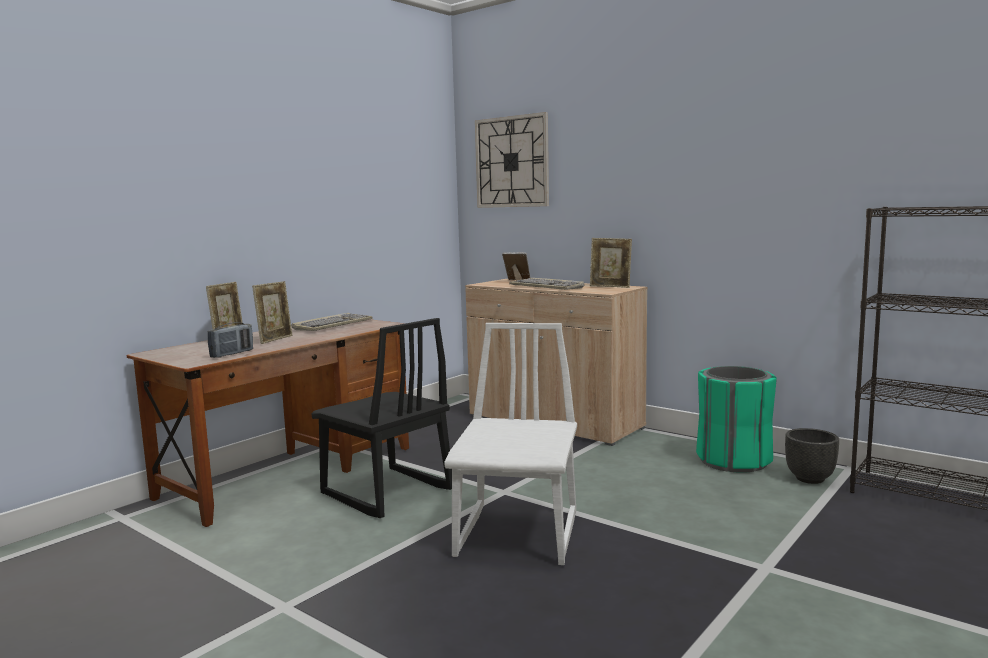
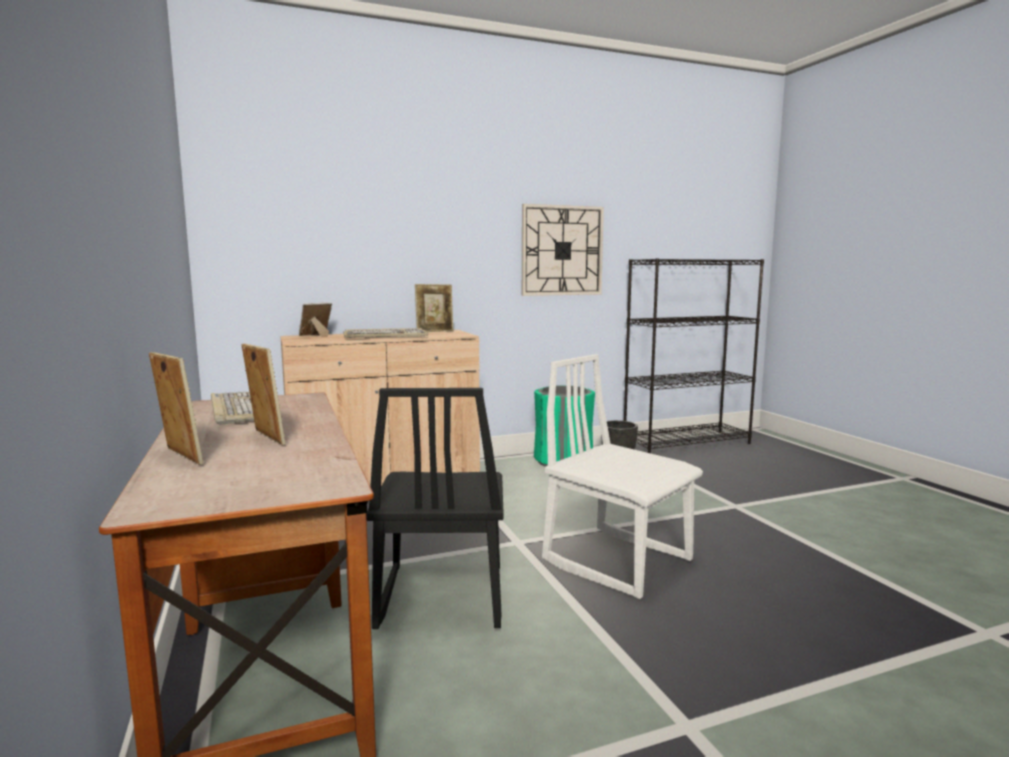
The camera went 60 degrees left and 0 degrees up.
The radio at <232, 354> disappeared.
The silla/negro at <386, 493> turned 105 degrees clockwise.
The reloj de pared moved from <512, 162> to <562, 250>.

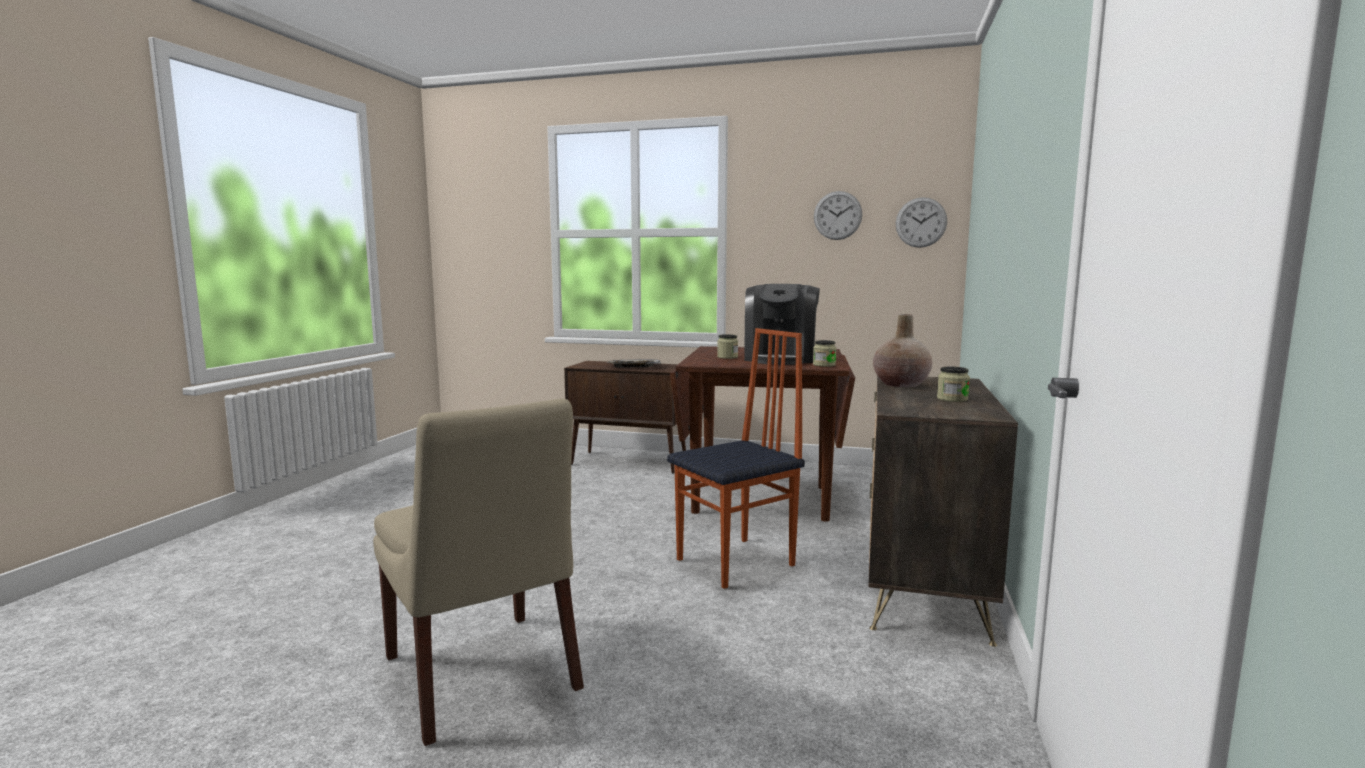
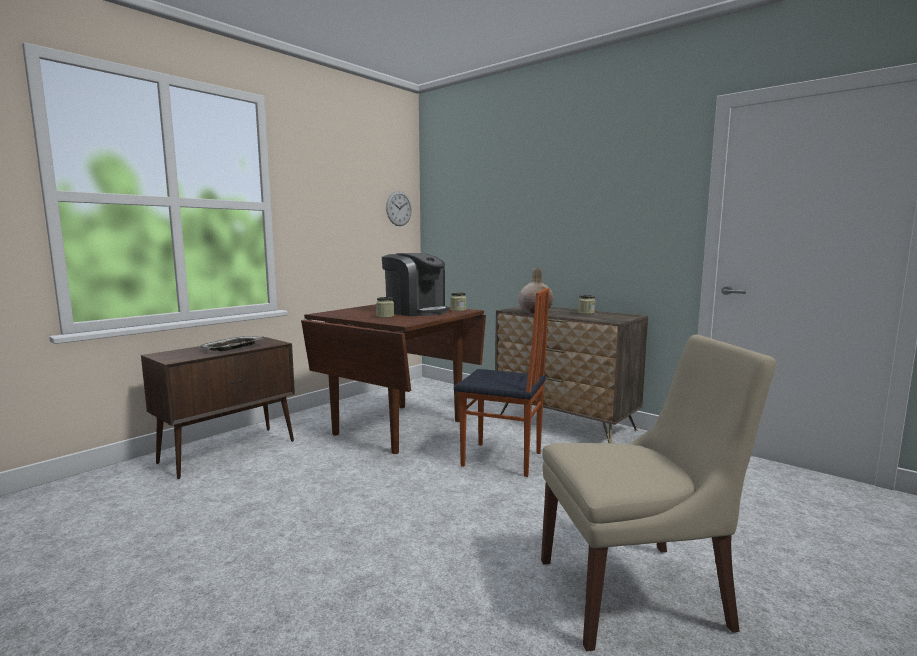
The camera went 65 degrees left and 0 degrees up.
The silla at <737, 563> turned 120 degrees clockwise.
The reloj de pared at <837, 215> disappeared.

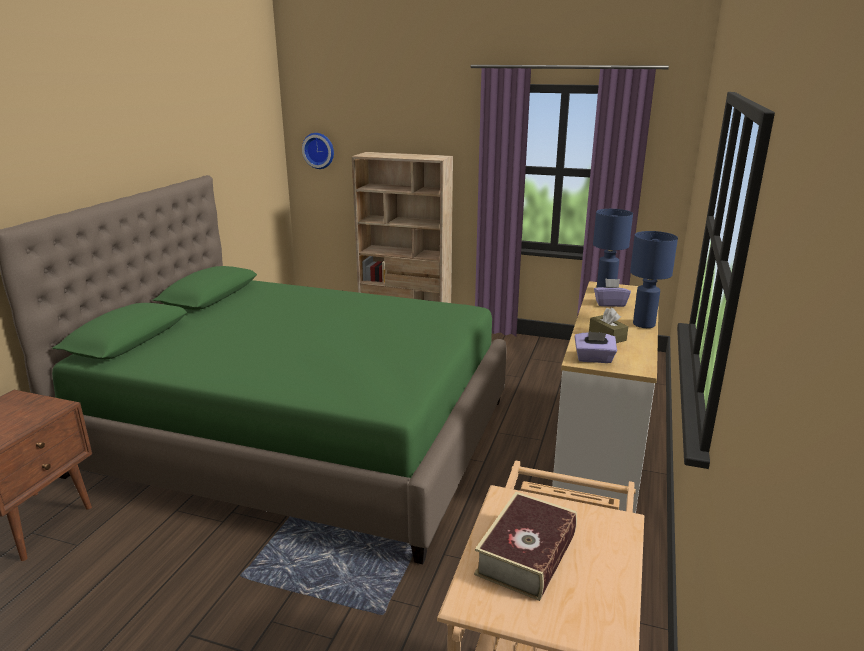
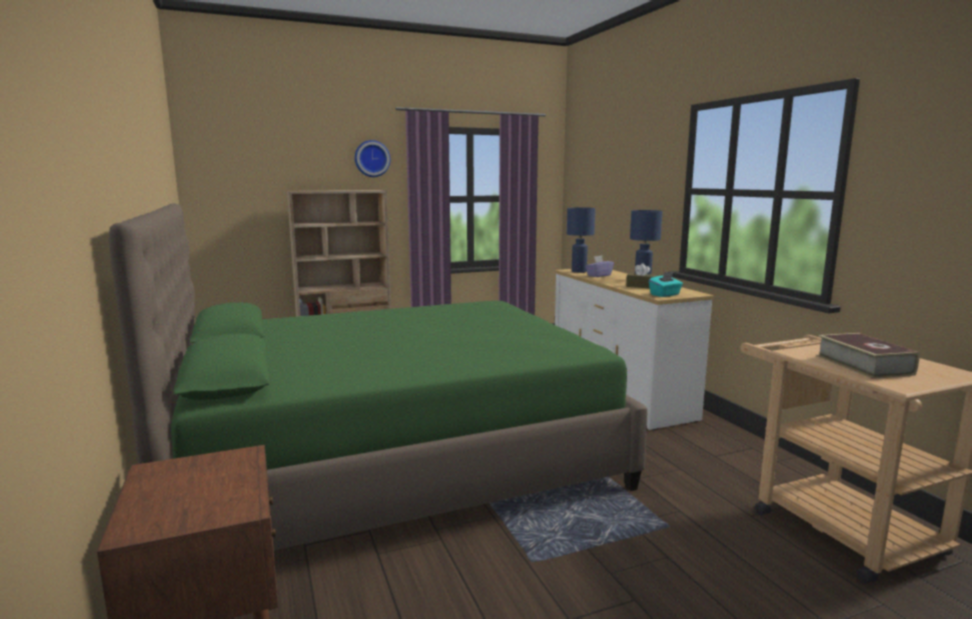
The camera went 40 degrees left and 10 degrees down.
The reloj de pared moved from <319, 150> to <372, 158>.
The caja de pañuelos/morado at <594, 359> became the caja de pañuelos/turquesa at <665, 295>.

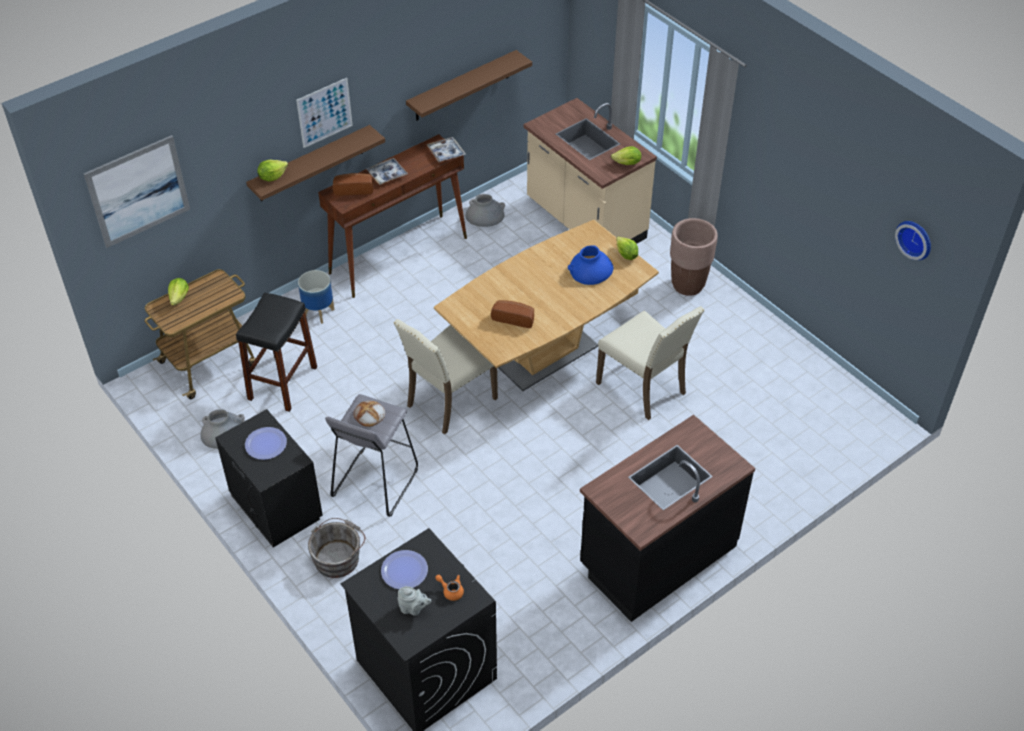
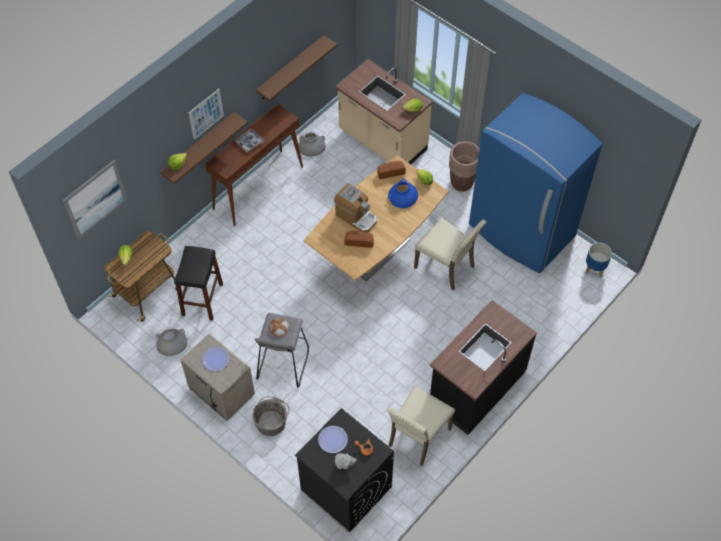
The camera went 10 degrees left and 10 degrees up.
The mesita de noche/negro at <274, 507> became the mesita de noche/beis at <221, 392>.
The maceta moved from <319, 312> to <595, 269>.
The pan moved from <353, 189> to <390, 172>.
The silla/beis moved from <449, 402> to <417, 437>.
The bandeja at <446, 153> disappeared.
The reloj de pared at <915, 238> disappeared.
The cafetera at <356, 217> appeared.
The nevera/azul at <521, 231> appeared.

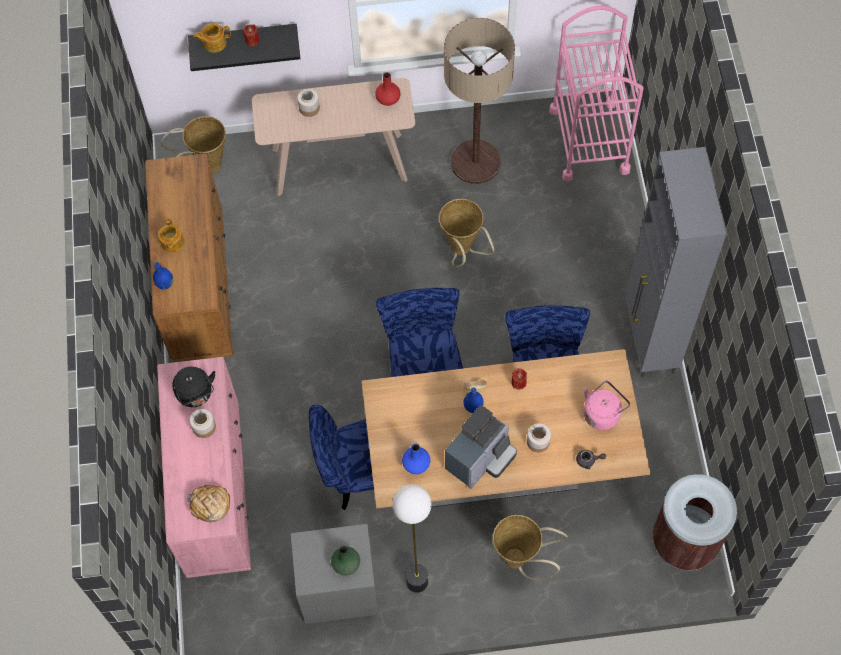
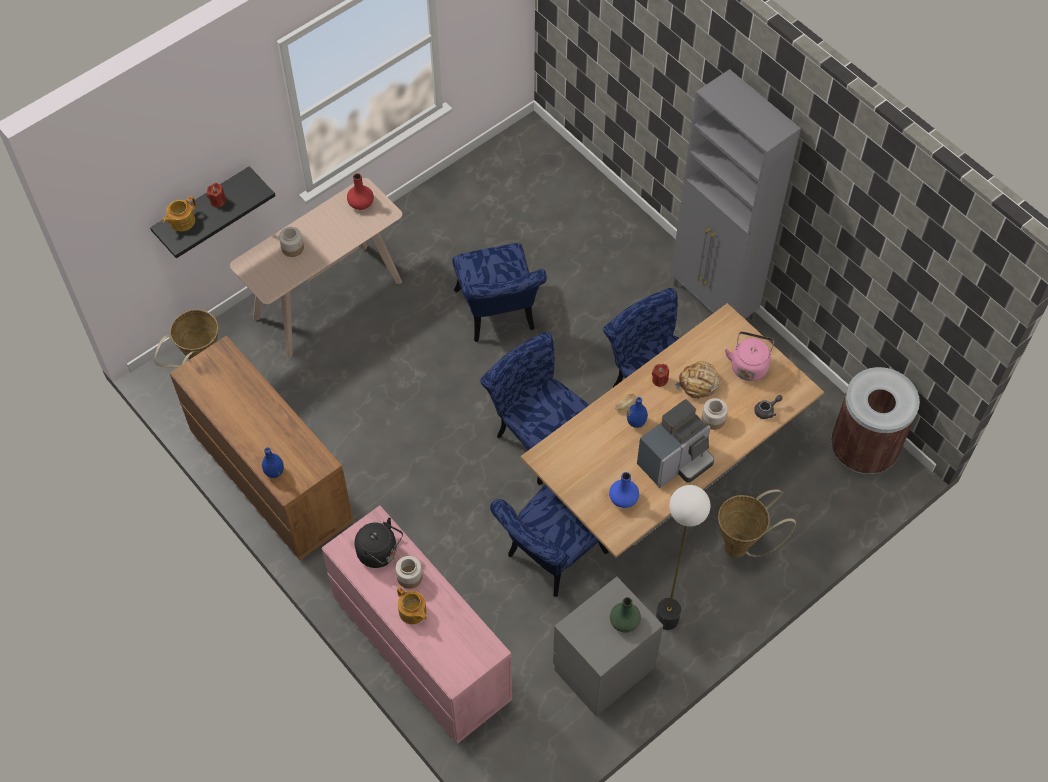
The camera went 35 degrees left and 5 degrees down.
The tetera moved from <172, 243> to <412, 612>.
The pan moved from <210, 505> to <698, 384>.
The cesta at <462, 252> was replaced by the silla/azul at <497, 316>.
The lámpara de pie at <475, 162> disappeared.
The cafetera at <480, 458> turned 45 degrees clockwise.
The carrito/rosa at <589, 140> disappeared.

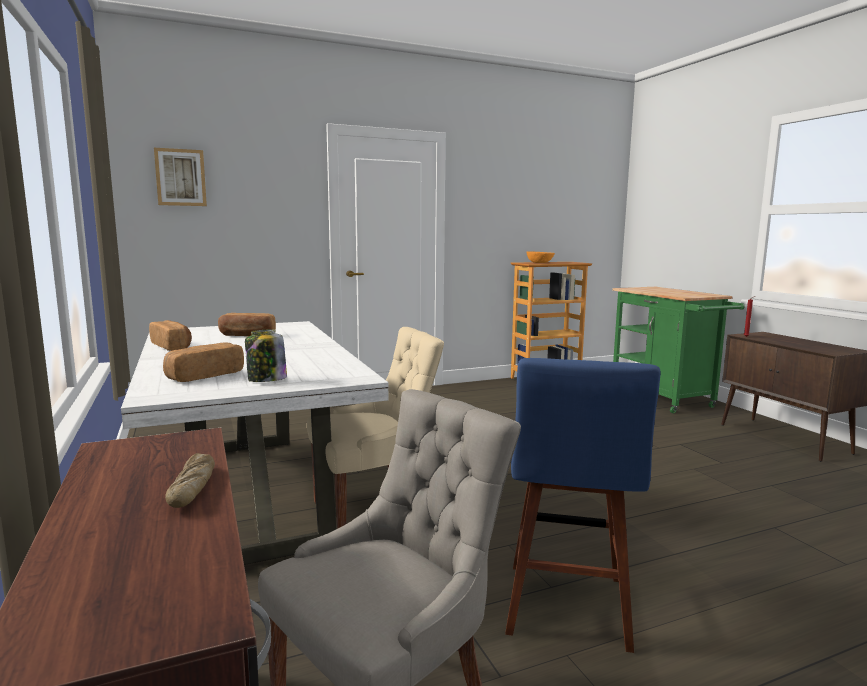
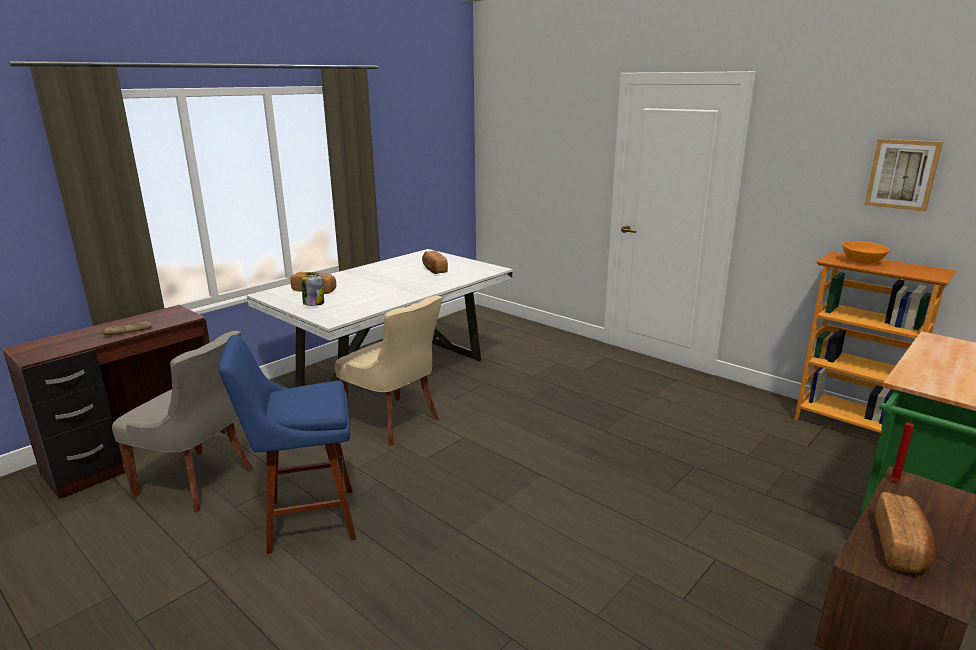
The camera went 65 degrees right and 10 degrees up.
The pan moved from <172, 346> to <901, 547>.
The cuadro moved from <180, 177> to <902, 174>.

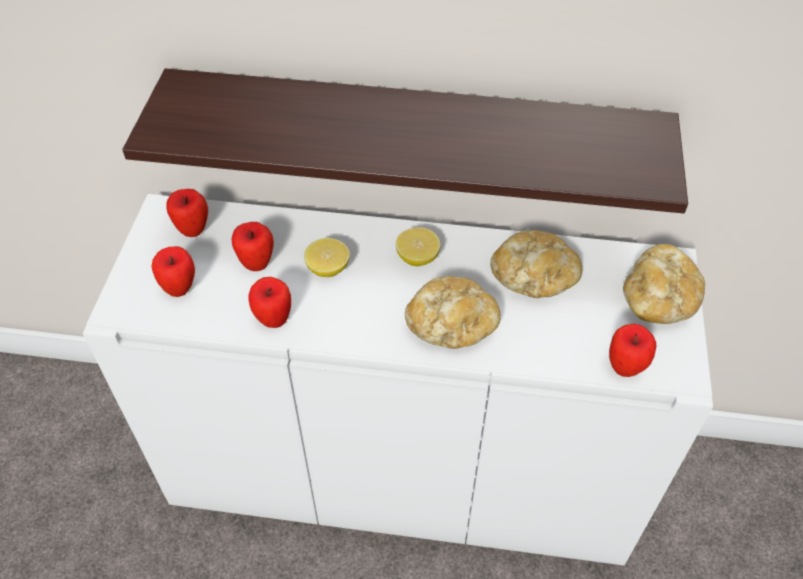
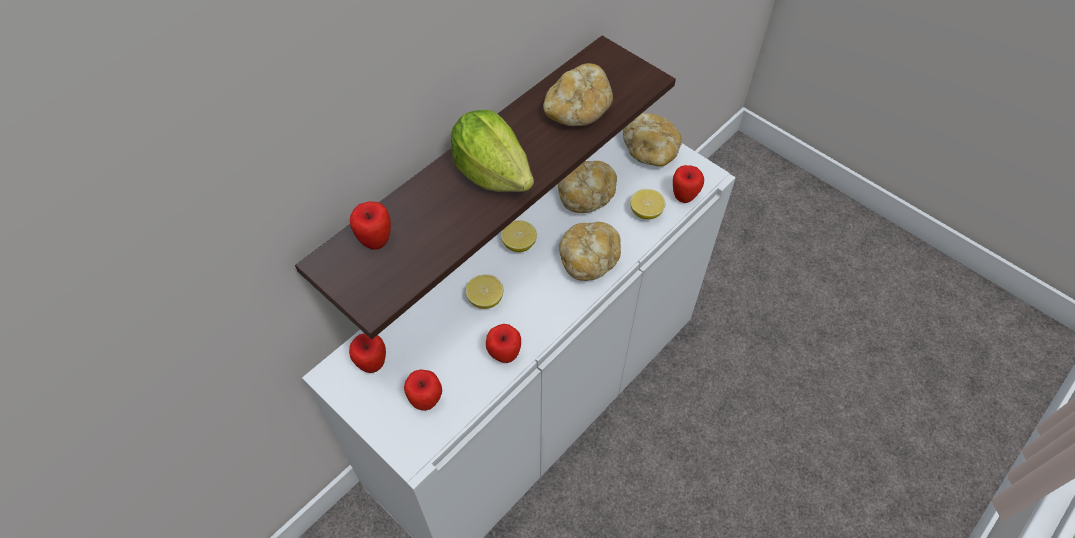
The camera went 55 degrees left and 5 degrees up.
The manzana moved from <257, 263> to <376, 241>.
The lechuga at <492, 172> appeared.
The pan at <578, 111> appeared.
The limón at <646, 212> appeared.

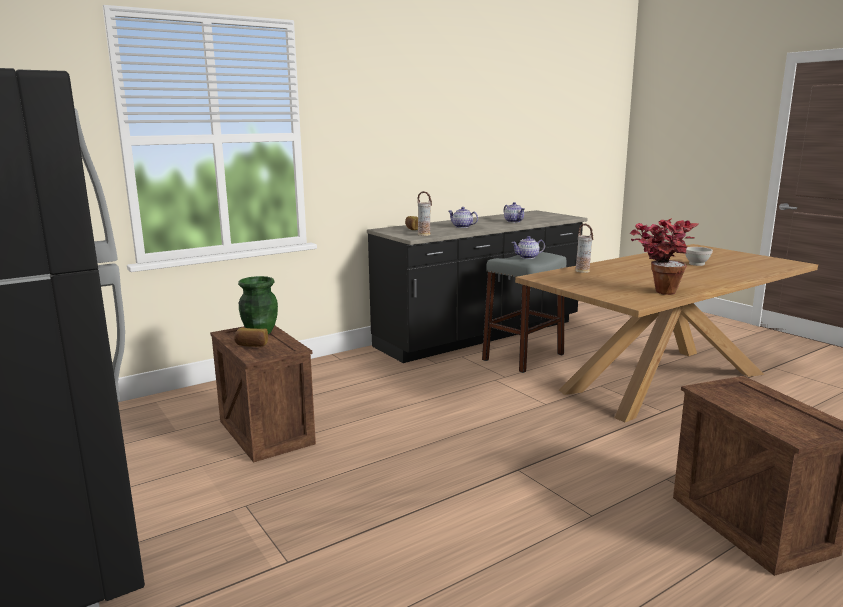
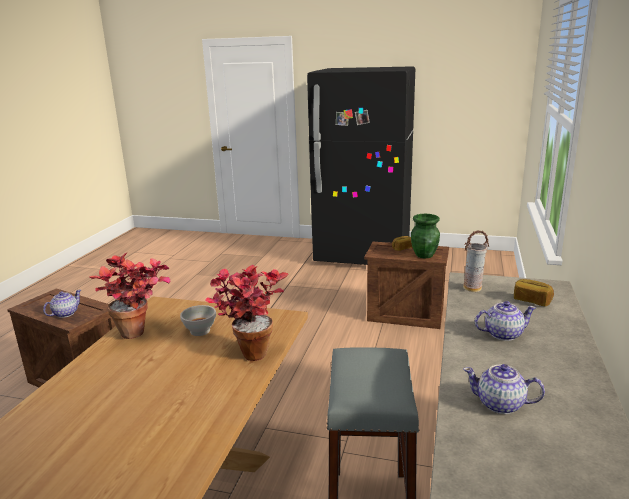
The camera went 140 degrees right and 5 degrees up.
The tetera moved from <528, 257> to <65, 313>.
The florero at <583, 271> was replaced by the planta en maceta at <249, 351>.
The cuenco/blanco moved from <697, 264> to <199, 331>.

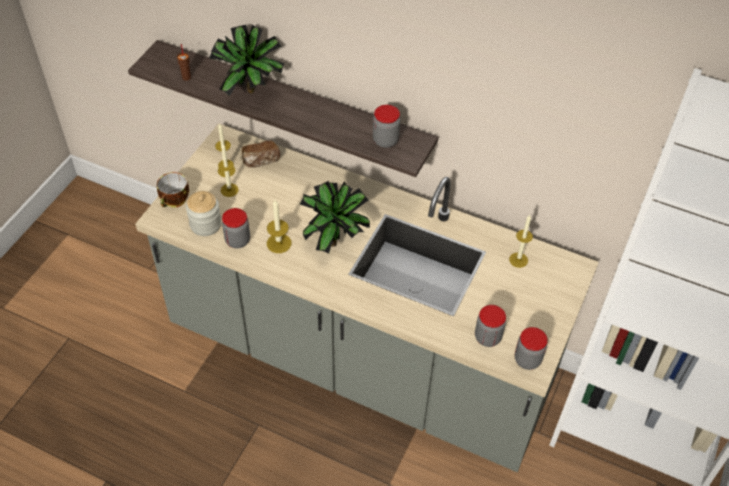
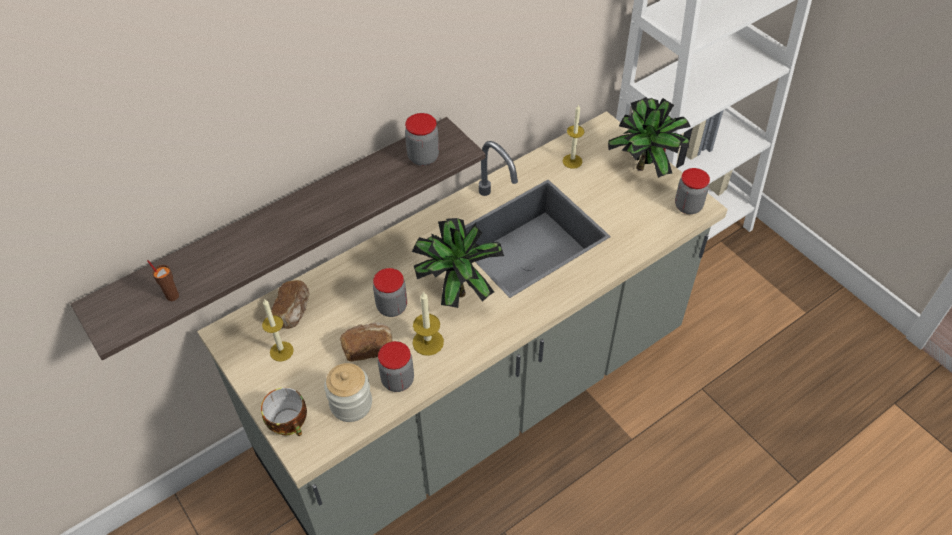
The camera went 60 degrees left and 0 degrees up.
The planta en maceta moved from <252, 94> to <646, 169>.
The vela at <229, 190> disappeared.
The tarro moved from <487, 337> to <392, 307>.
The pan at <368, 348> appeared.

